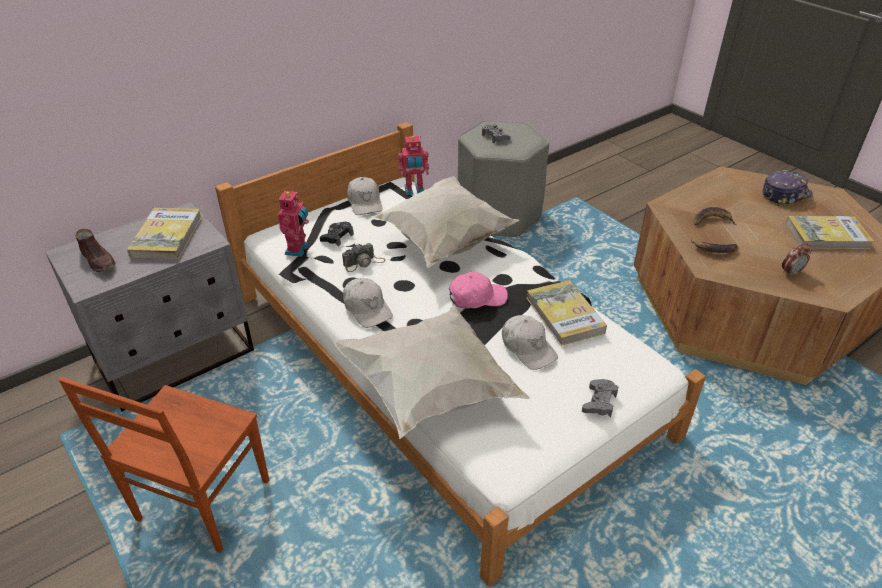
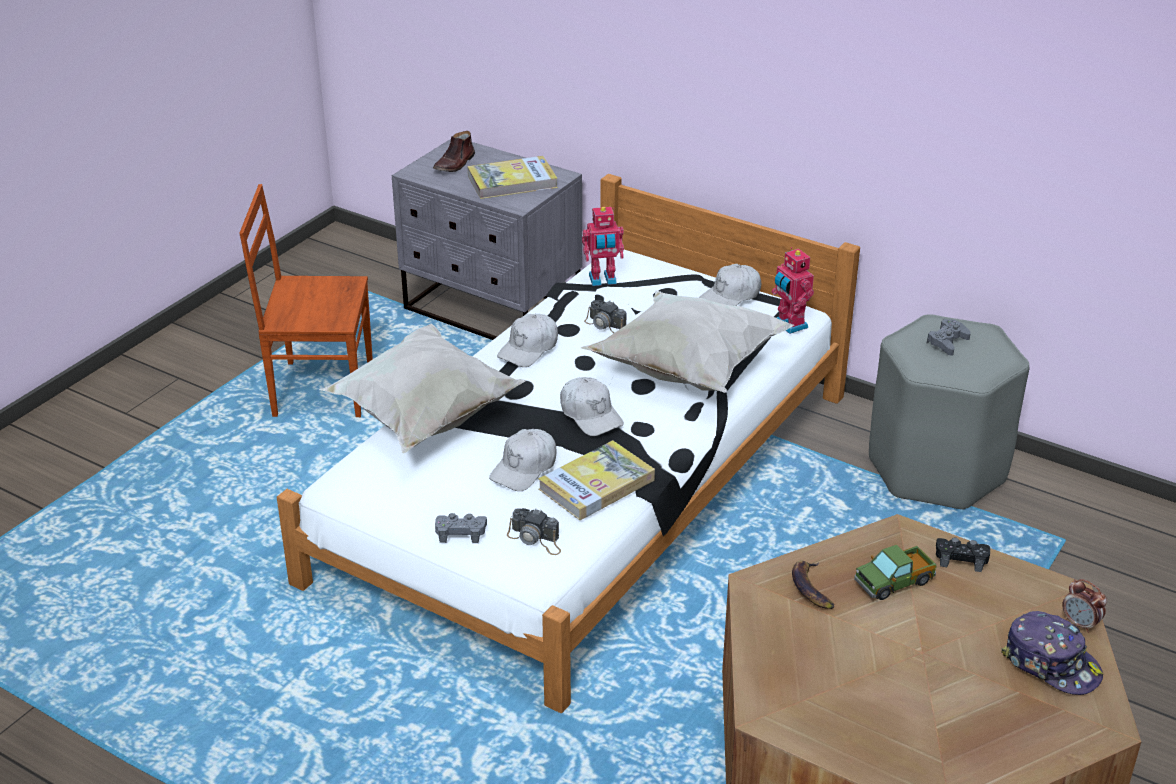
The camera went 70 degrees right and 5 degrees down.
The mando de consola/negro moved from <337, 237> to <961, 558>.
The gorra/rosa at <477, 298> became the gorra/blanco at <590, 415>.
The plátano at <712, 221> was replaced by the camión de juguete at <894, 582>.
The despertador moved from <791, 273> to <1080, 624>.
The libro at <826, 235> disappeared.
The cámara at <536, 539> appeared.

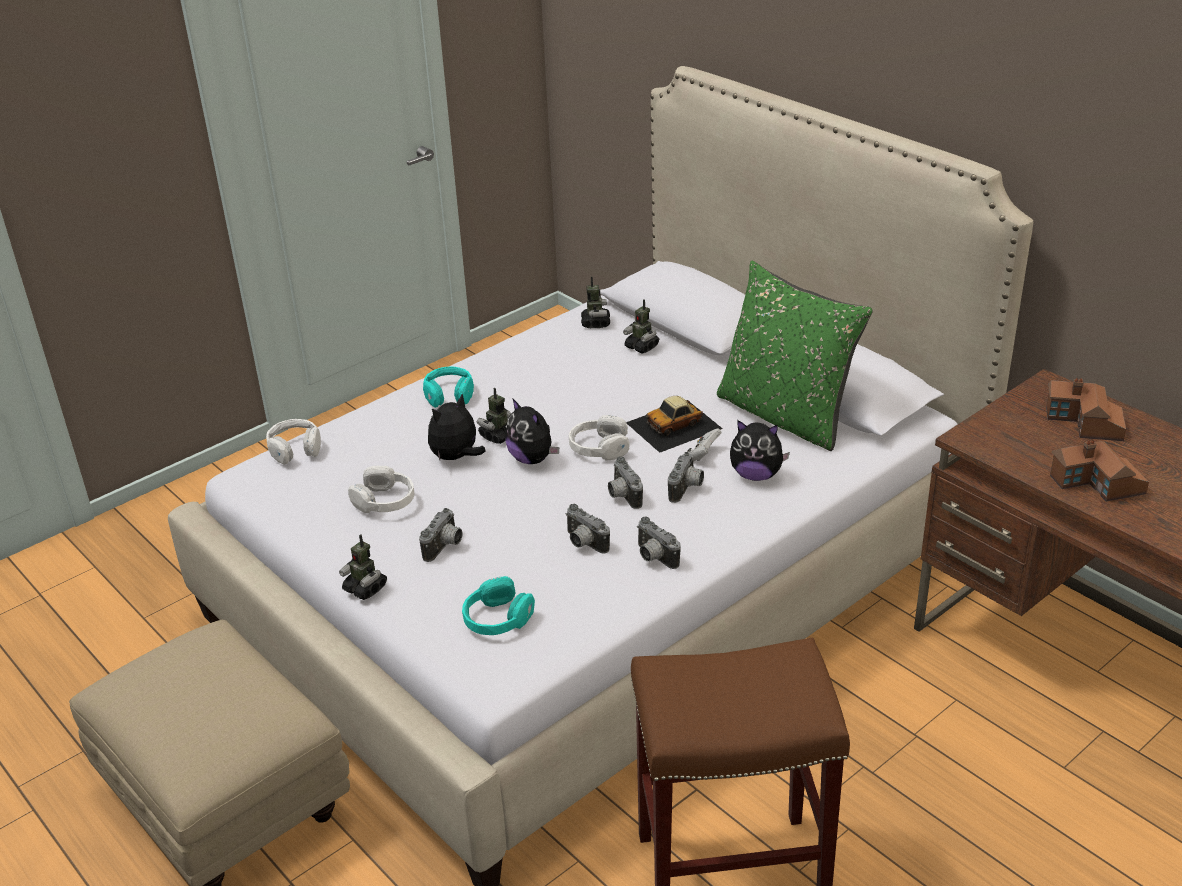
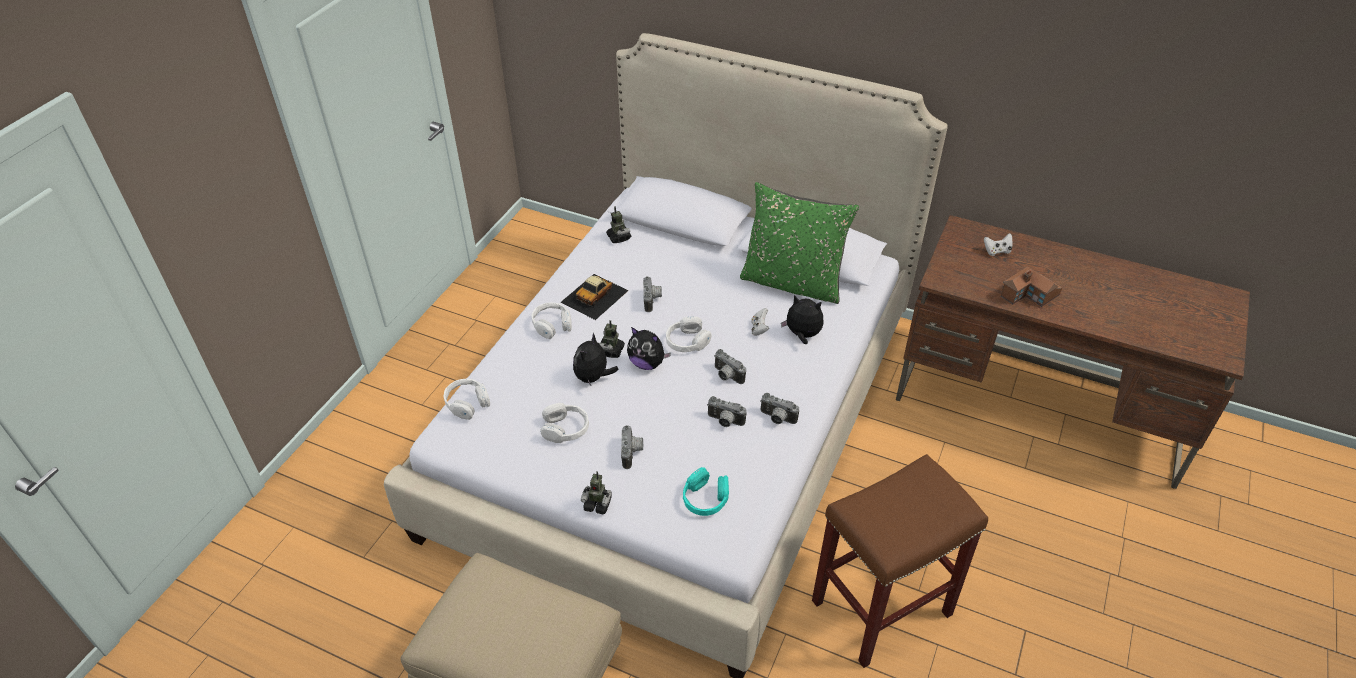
The camera went 25 degrees left and 10 degrees up.
The auriculares/turquesa at <449, 394> became the auriculares/blanco at <552, 325>.
The robot de juguete at <642, 347> disappeared.
The coche de juguete moved from <674, 425> to <595, 296>.
The cámara moved from <687, 489> to <652, 300>.
The peluche at <756, 475> turned 150 degrees counterclockwise.
The casita at <1084, 423> was replaced by the mando de consola/blanco at <996, 251>.

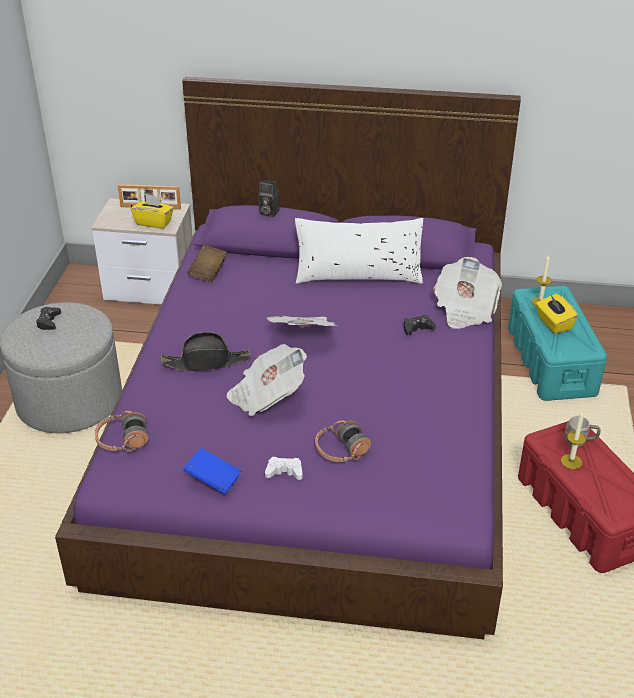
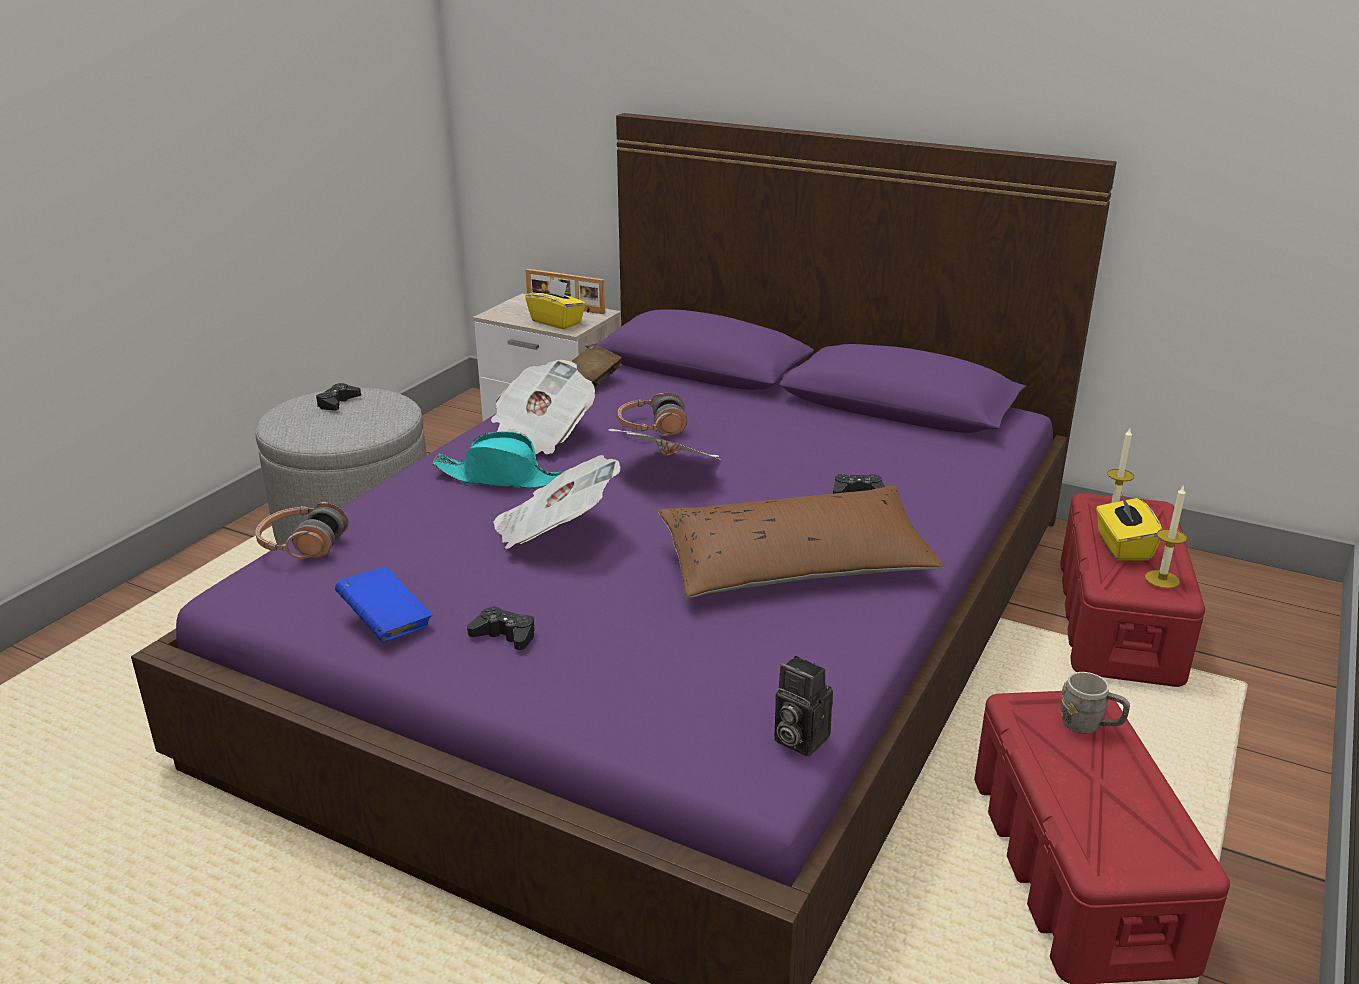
The camera went 20 degrees right and 10 degrees down.
The sombrero/negro at <206, 362> became the sombrero/turquesa at <503, 478>.
The cámara moved from <268, 212> to <797, 739>.
The mando de consola/blanco at <284, 472> became the mando de consola/negro at <505, 635>.
The cojín/blanco at <358, 274> disappeared.
The auriculares moved from <341, 450> to <652, 428>.
The periódico moved from <464, 309> to <539, 437>.
The caja de almacenaje/turquesa at <551, 362> became the caja de almacenaje/rojo at <1118, 621>.
The vela moved from <571, 461> to <1162, 579>.
The cojín/marrón at <796, 566> appeared.

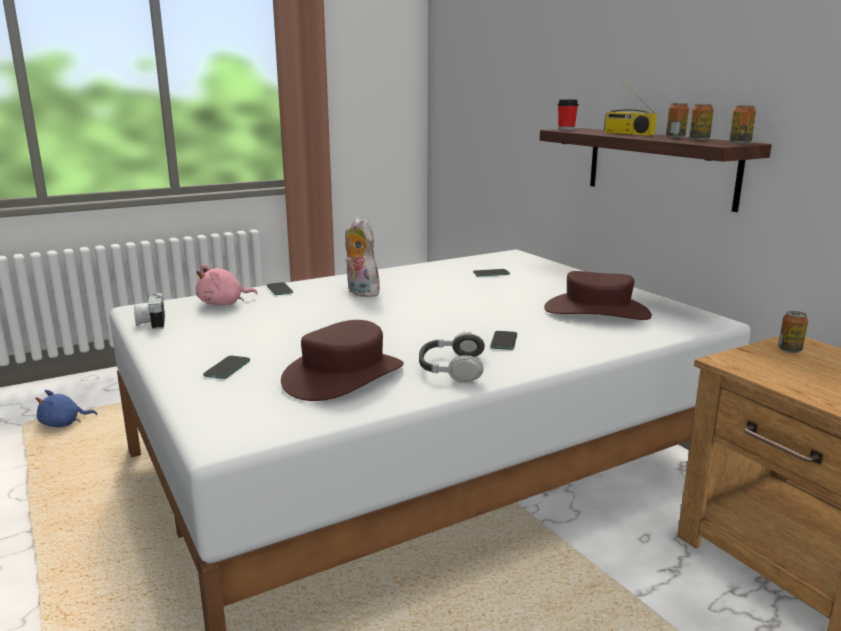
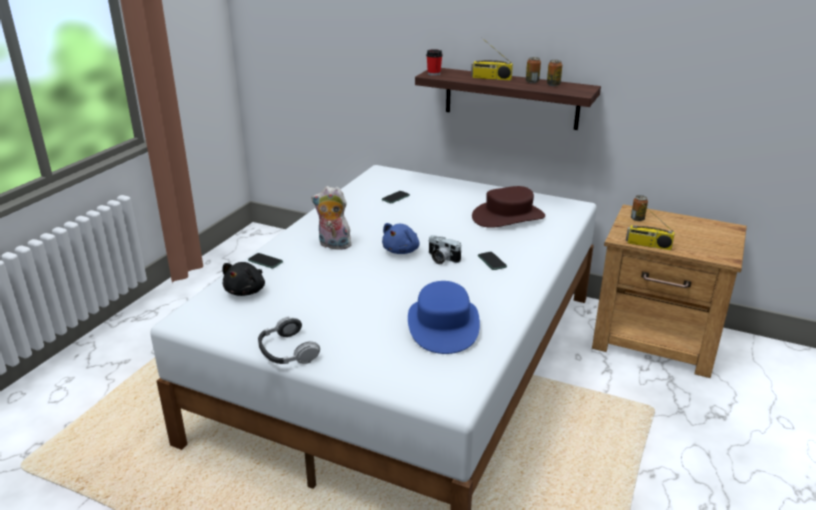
The camera went 35 degrees left and 10 degrees up.
The peluche/azul moved from <63, 424> to <402, 250>.
The cámara moved from <151, 323> to <441, 259>.
The peluche/rosa at <223, 304> became the peluche/negro at <246, 291>.
The móvil at <227, 368> disappeared.
The sombrero/marrón at <343, 375> became the sombrero/azul at <443, 325>.
The auriculares moved from <451, 368> to <287, 351>.
The lata at <739, 143> disappeared.
The radio at <648, 245> appeared.

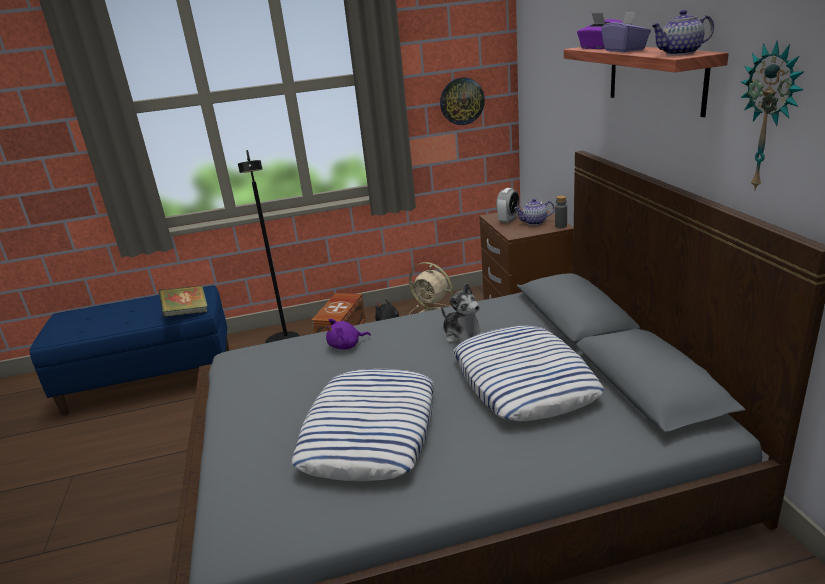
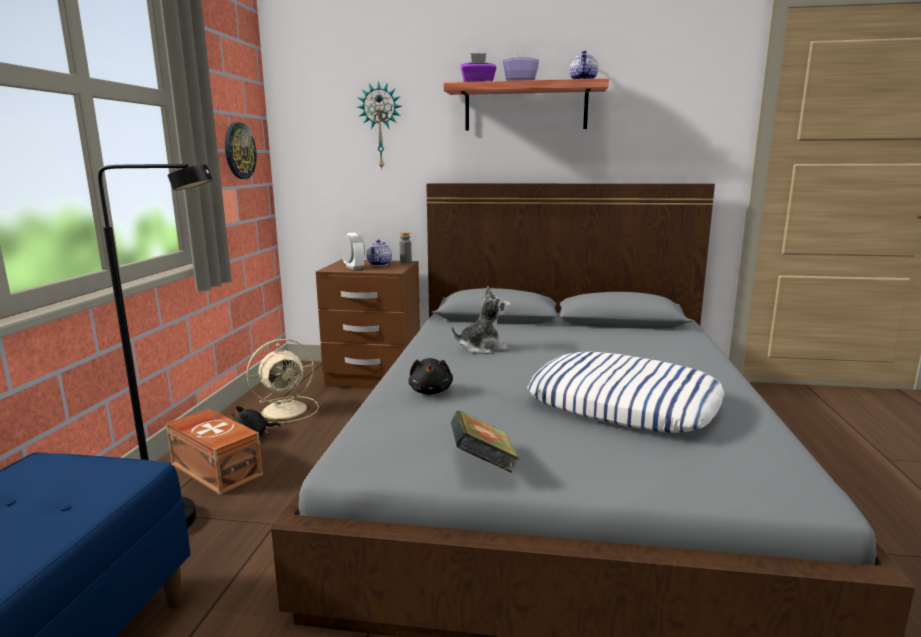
The camera went 70 degrees left and 10 degrees down.
The libro moved from <187, 313> to <482, 465>.
The peluche/morado at <346, 345> became the peluche/negro at <431, 391>.
The cojín at <524, 381> disappeared.
The reloj de pared moved from <770, 118> to <381, 126>.

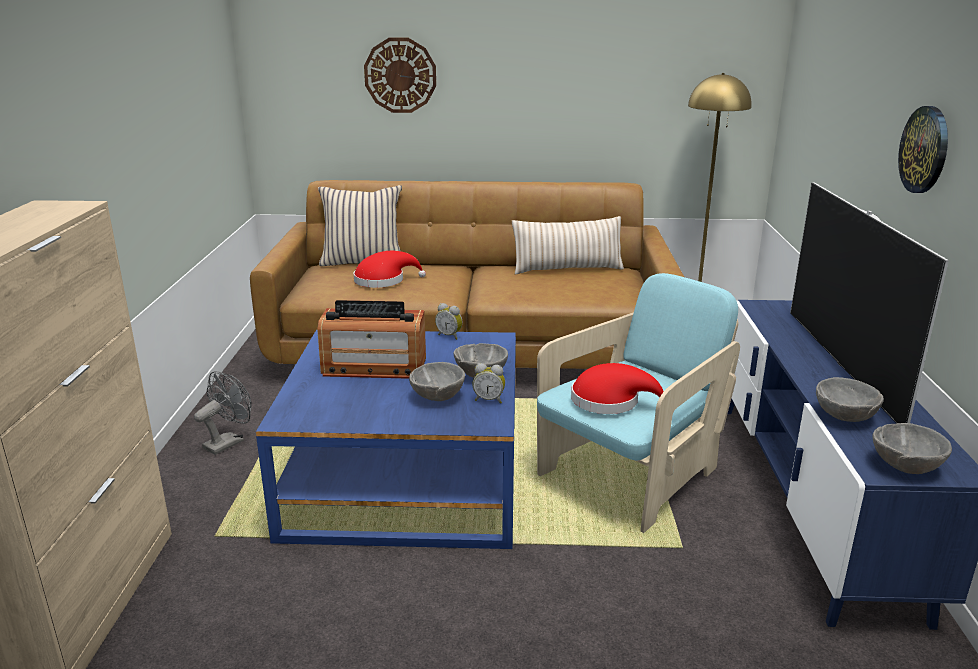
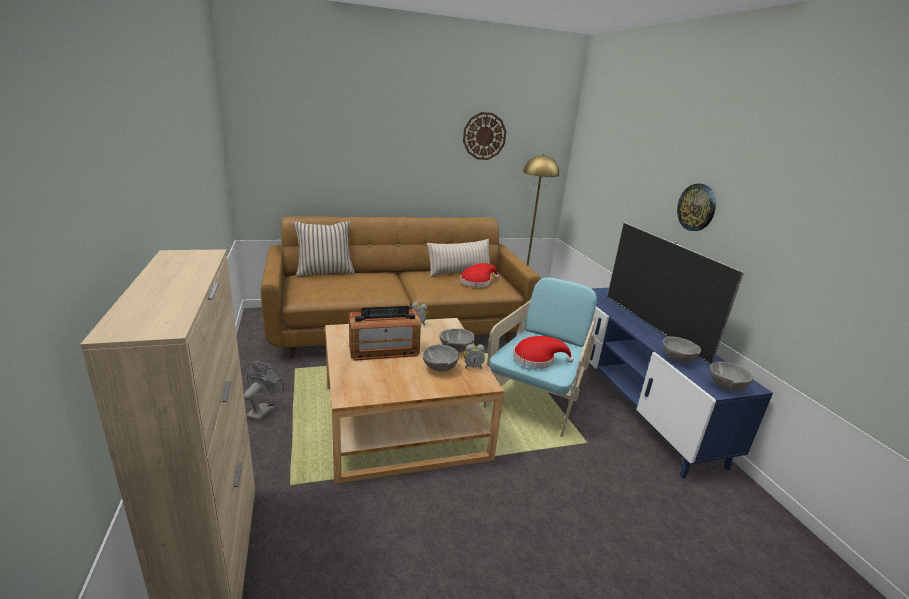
The camera went 20 degrees left and 0 degrees up.
The mesa de centro/azul at <406, 477> became the mesa de centro/beis at <403, 420>.
The sombrero/rojo moved from <383, 280> to <477, 282>.
The reloj de pared moved from <400, 75> to <484, 136>.

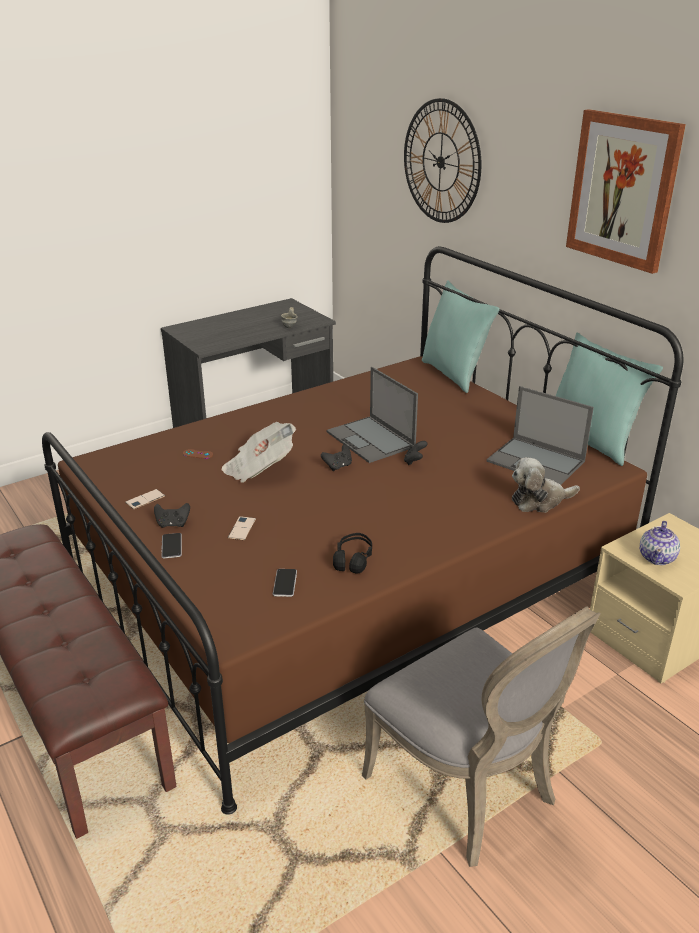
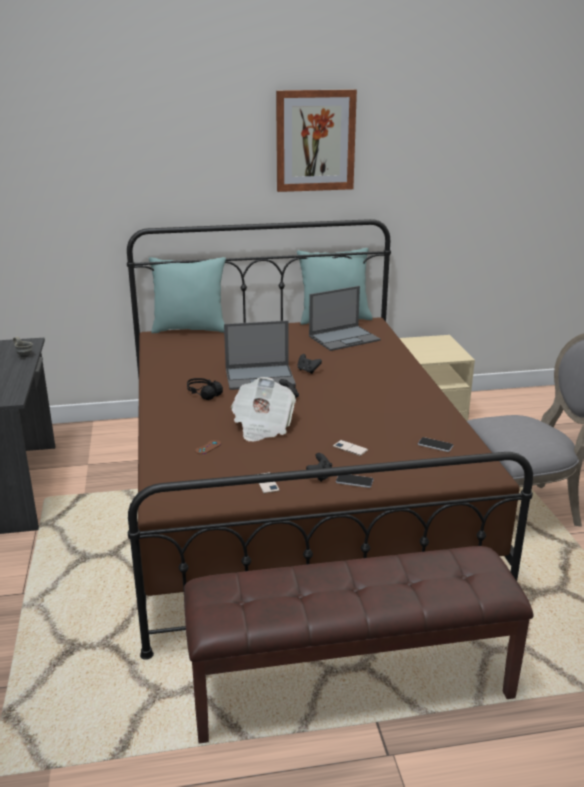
The camera went 65 degrees left and 5 degrees down.
The auriculares/negro moved from <353, 560> to <203, 394>.
The reloj de pared at <441, 162> disappeared.
The peluche at <539, 500> disappeared.
The tetera at <657, 557> disappeared.

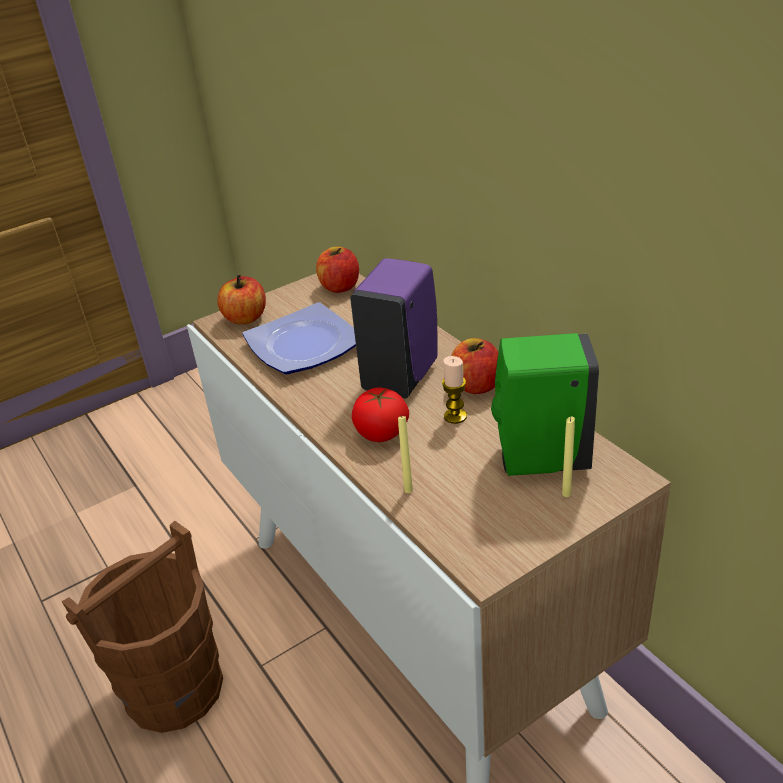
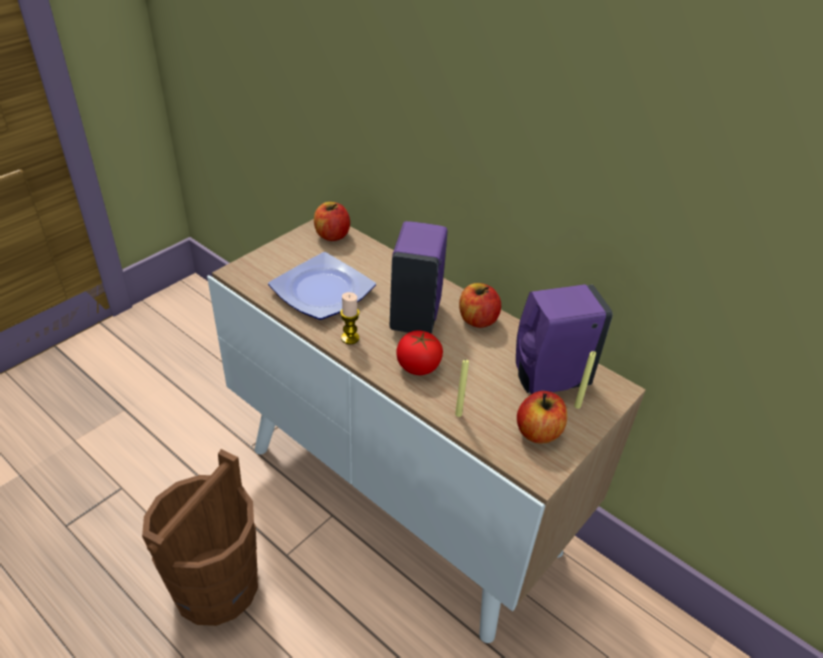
The camera went 20 degrees left and 5 degrees up.
The manzana moved from <245, 318> to <538, 432>.
The vela moved from <455, 416> to <350, 338>.
The dispensador de jabón/verde at <538, 460> became the dispensador de jabón/morado at <547, 380>.

